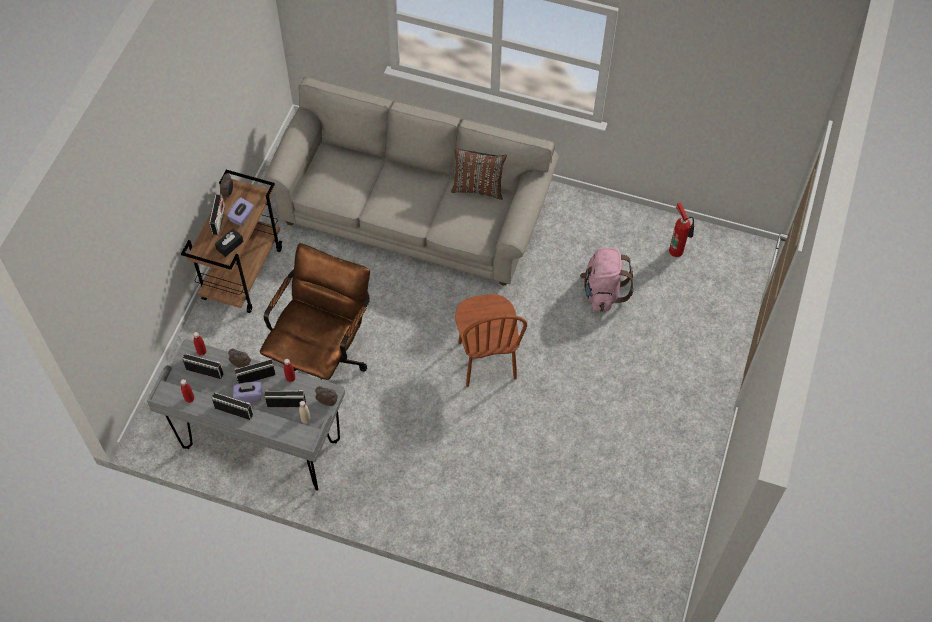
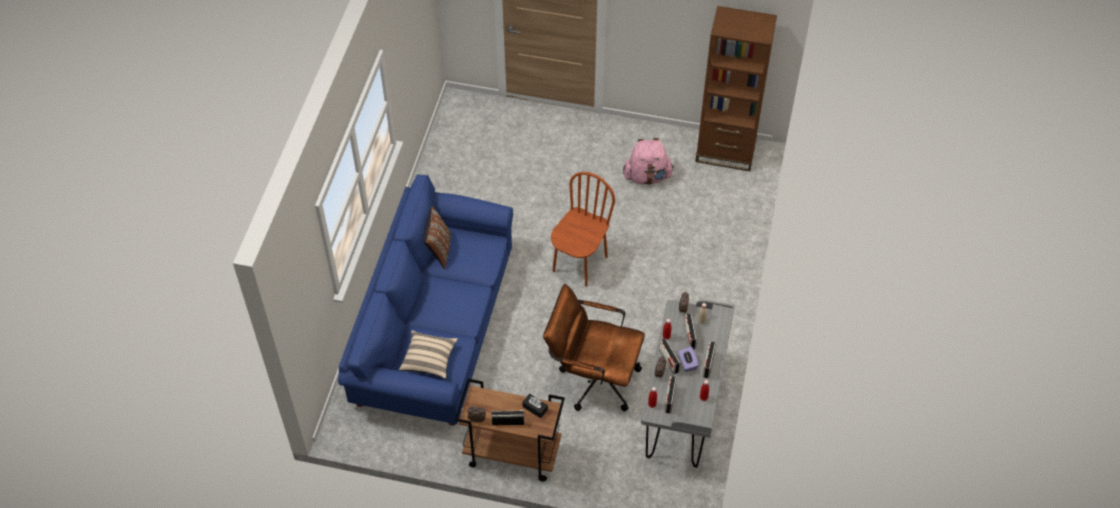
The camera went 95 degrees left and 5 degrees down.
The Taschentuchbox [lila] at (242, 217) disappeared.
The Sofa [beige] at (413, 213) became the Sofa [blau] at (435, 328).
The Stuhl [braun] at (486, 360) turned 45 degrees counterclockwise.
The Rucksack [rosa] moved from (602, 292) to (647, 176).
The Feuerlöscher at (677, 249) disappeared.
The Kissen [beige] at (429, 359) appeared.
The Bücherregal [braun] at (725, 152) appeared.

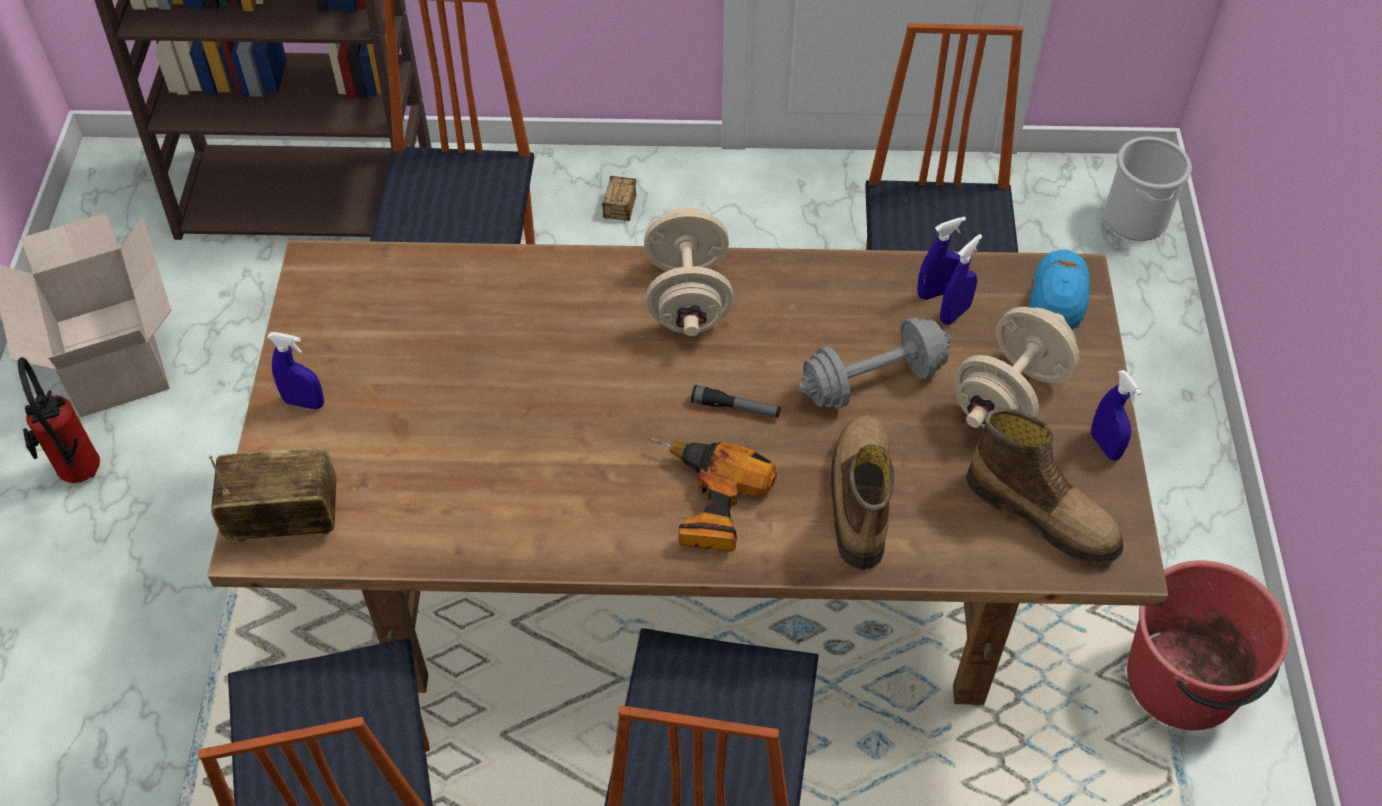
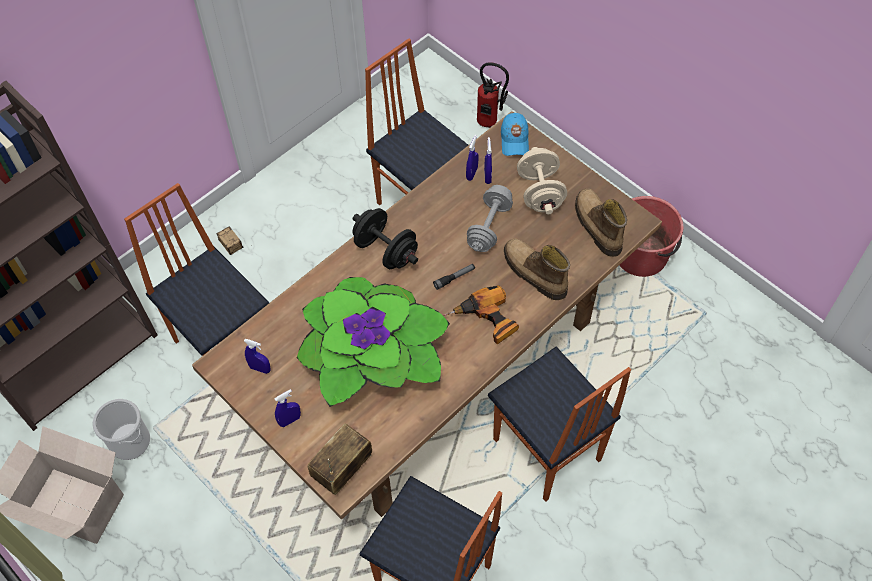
The camera went 45 degrees left and 5 degrees up.
The Feuerlöscher moved from (79, 477) to (489, 124).
The Hantel [beige] at (688, 298) became the Hantel [schwarz] at (386, 251).
The Stiefel at (1043, 513) turned 105 degrees counterclockwise.
The Kappe [blau] at (1059, 296) turned 150 degrees counterclockwise.
The Sprühflasche [blau] moved from (1105, 446) to (260, 368).
The Eimer moved from (1136, 219) to (130, 441).
The Topfpflanze at (372, 357) appeared.

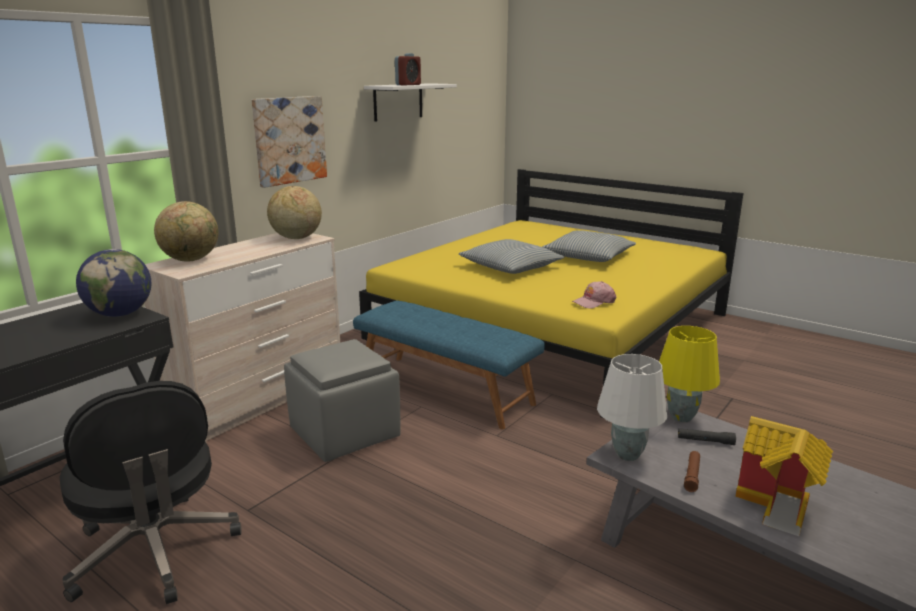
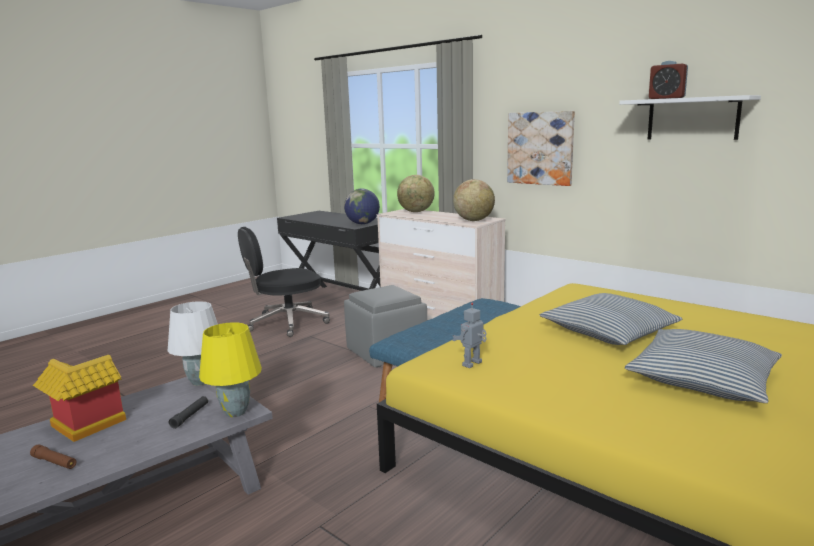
The camera went 95 degrees right and 5 degrees down.
The Kappe [rosa] at (594, 302) was replaced by the Spielzeugroboter at (473, 364).
The Taschenlampe [braun] moved from (692, 475) to (54, 462).

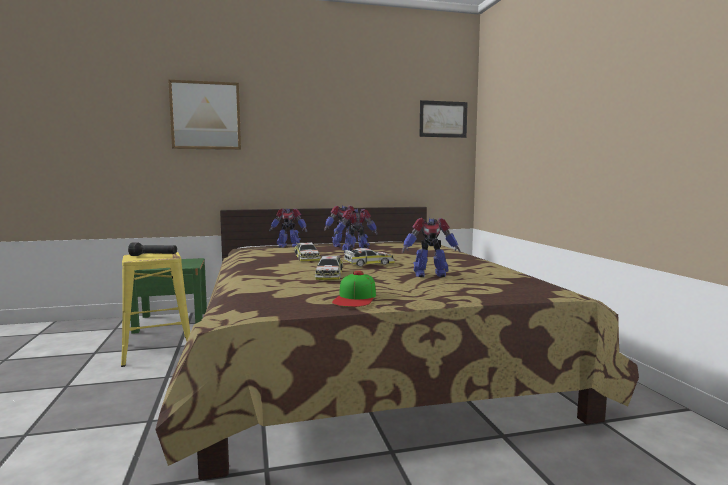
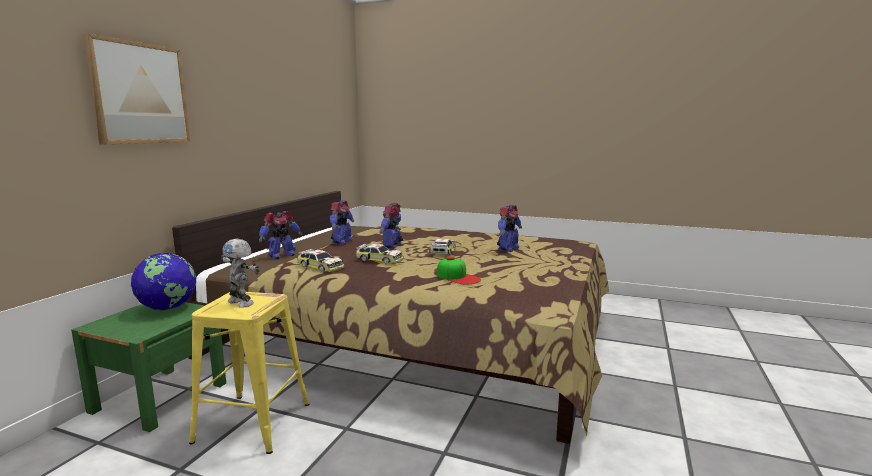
The camera went 55 degrees left and 5 degrees up.
The Taschenlampe [schwarz] at (153, 256) was replaced by the Spielzeugroboter at (242, 302).
The Spielzeugauto moved from (329, 275) to (321, 267).
The Kappe moved from (355, 298) to (457, 277).
The Bild at (443, 119) disappeared.
The Globus at (168, 308) appeared.

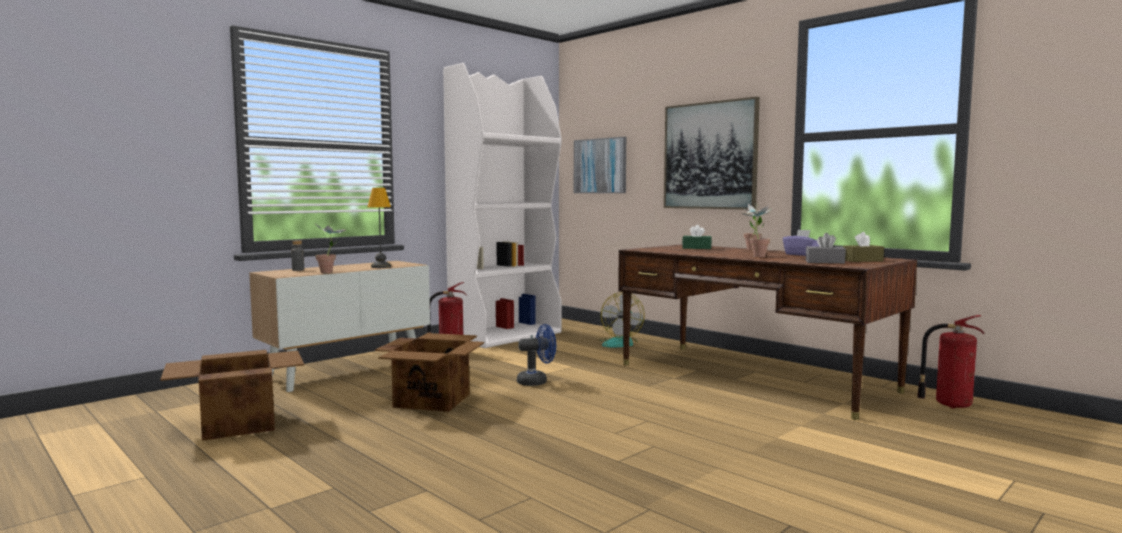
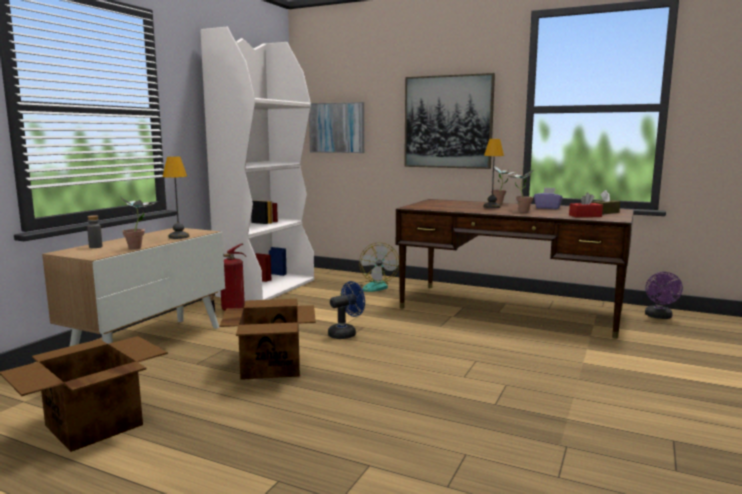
The camera went 20 degrees left and 5 degrees up.
The Taschentuchbox [grün] at (696, 248) disappeared.
The Taschentuchbox [grau] at (824, 262) became the Taschentuchbox [rot] at (585, 216).
The Feuerlöscher at (950, 404) was replaced by the Ventilator [lila] at (659, 317).
The Tischlampe at (491, 207) appeared.

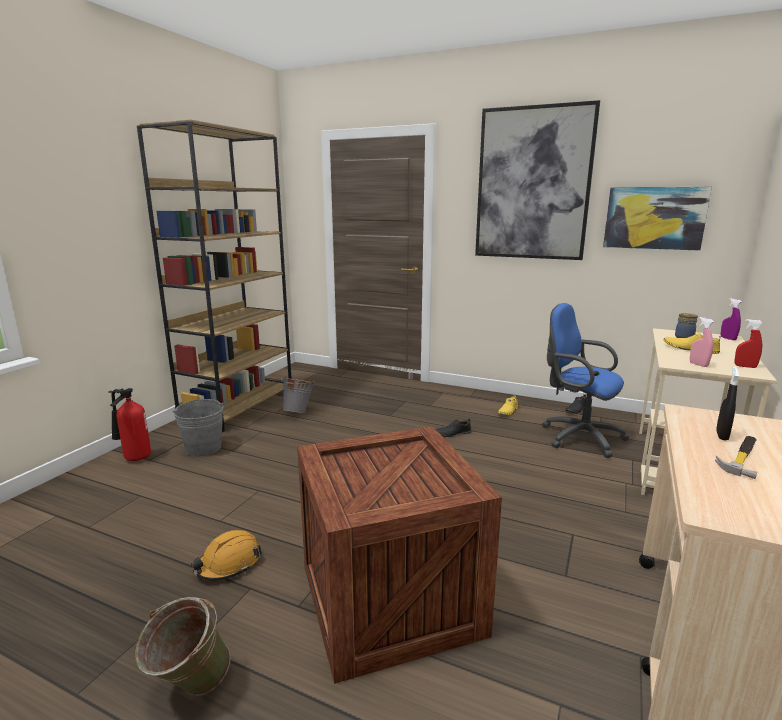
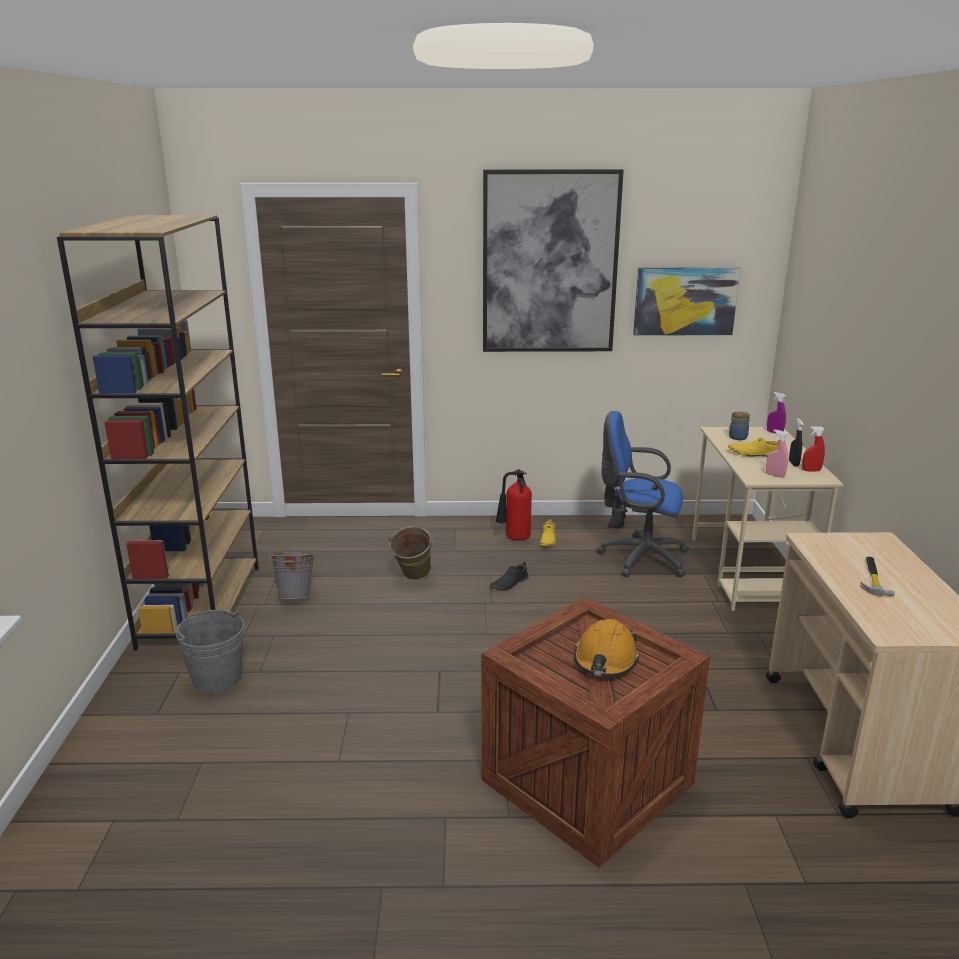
The camera went 25 degrees left and 5 degrees up.
The Feuerlöscher moved from (133, 458) to (514, 539).
The Eimer [grün] moved from (189, 688) to (412, 579).
The Schutzhelm [orange] moved from (228, 564) to (605, 660).
The Sprühflasche [schwarz] moved from (722, 435) to (793, 463).

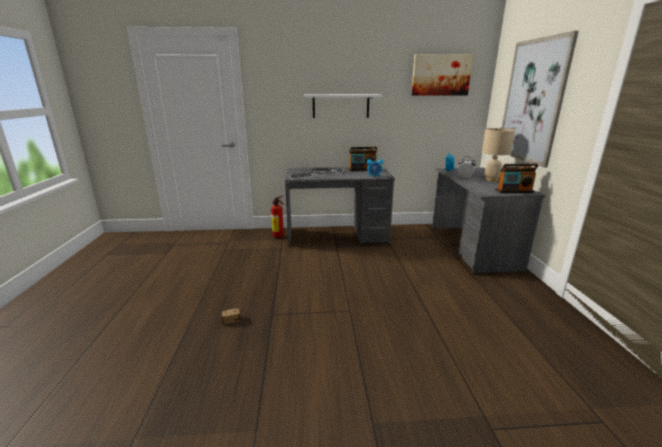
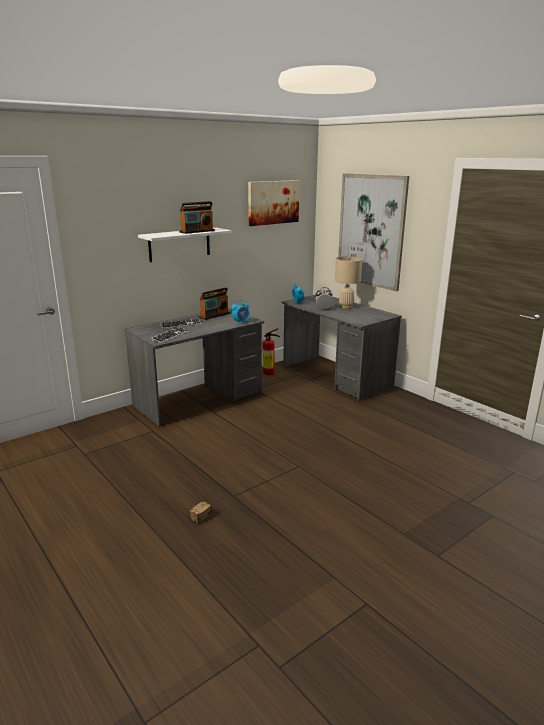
The camera went 35 degrees left and 0 degrees up.
The Feuerlöscher moved from (279, 236) to (270, 373).
The Radio moved from (514, 191) to (197, 231).

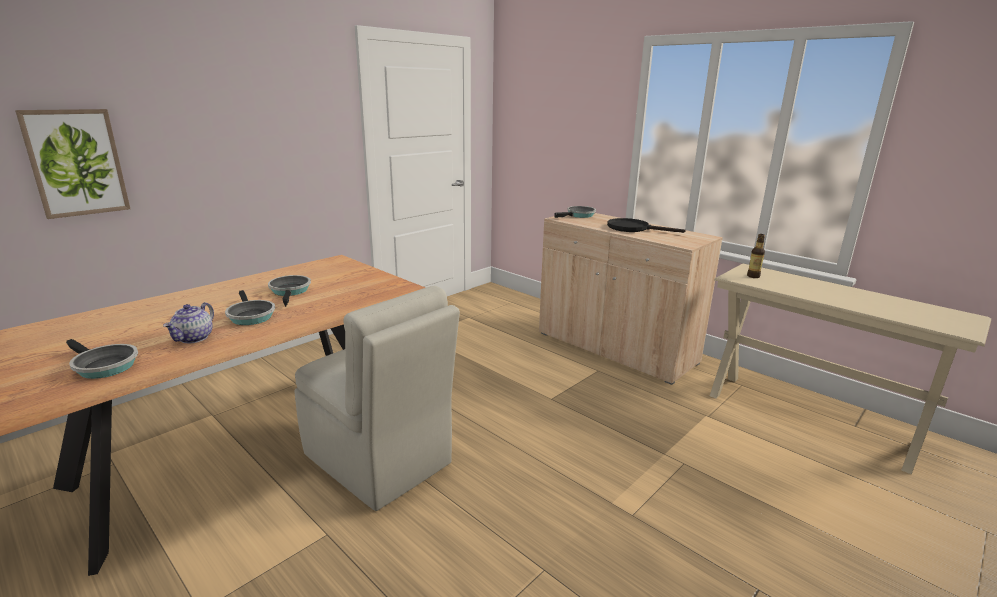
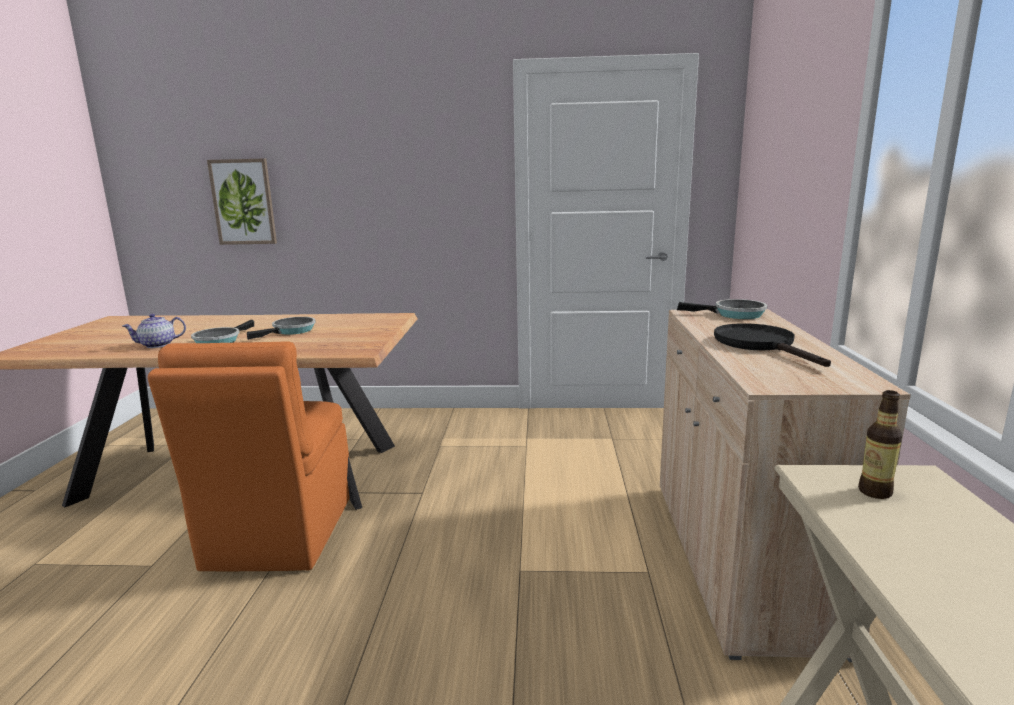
The camera went 50 degrees right and 5 degrees down.
The Pfanne at (103, 366) disappeared.
The Stuhl [beige] at (379, 461) became the Stuhl [orange] at (279, 532).

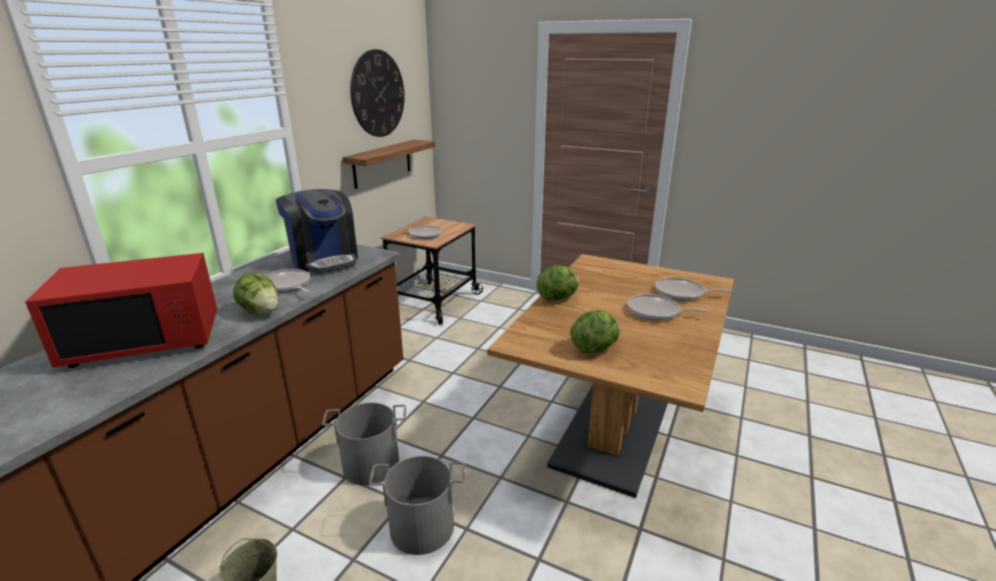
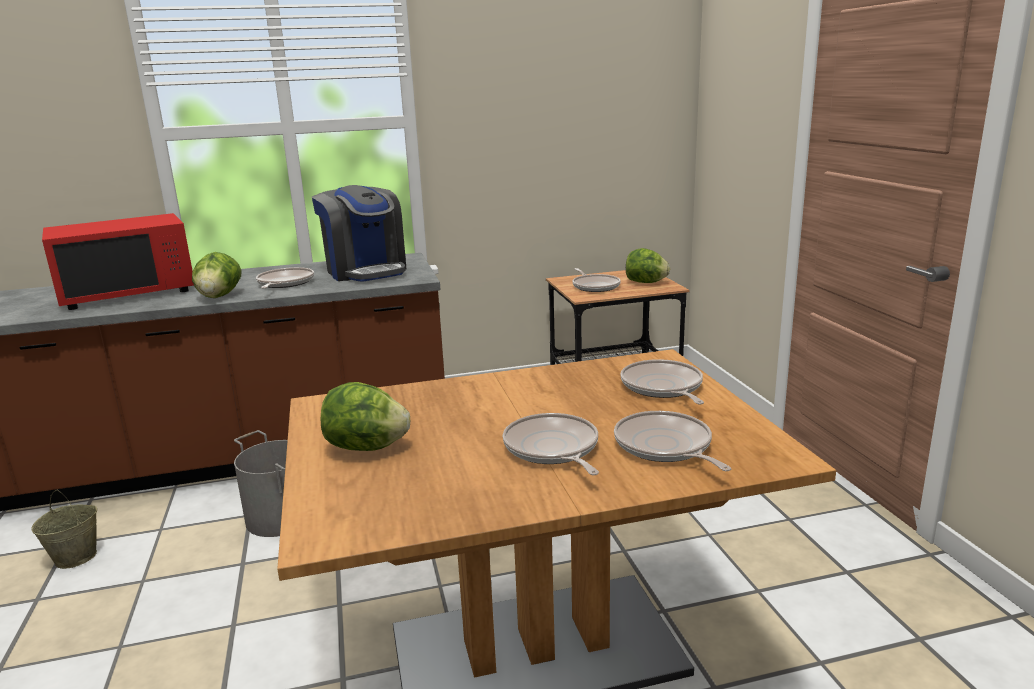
The camera went 50 degrees right and 5 degrees down.
The Mikrowelle [rot] at (146, 341) turned 60 degrees counterclockwise.
The Kaffeemaschine at (324, 260) turned 45 degrees counterclockwise.
The Wandregal at (382, 163) disappeared.
The Wanduhr at (378, 94) disappeared.
The Eimer [grau] at (422, 528) disappeared.
The Salatkopf moved from (558, 298) to (646, 282).
The Pfanne at (662, 387) appeared.

